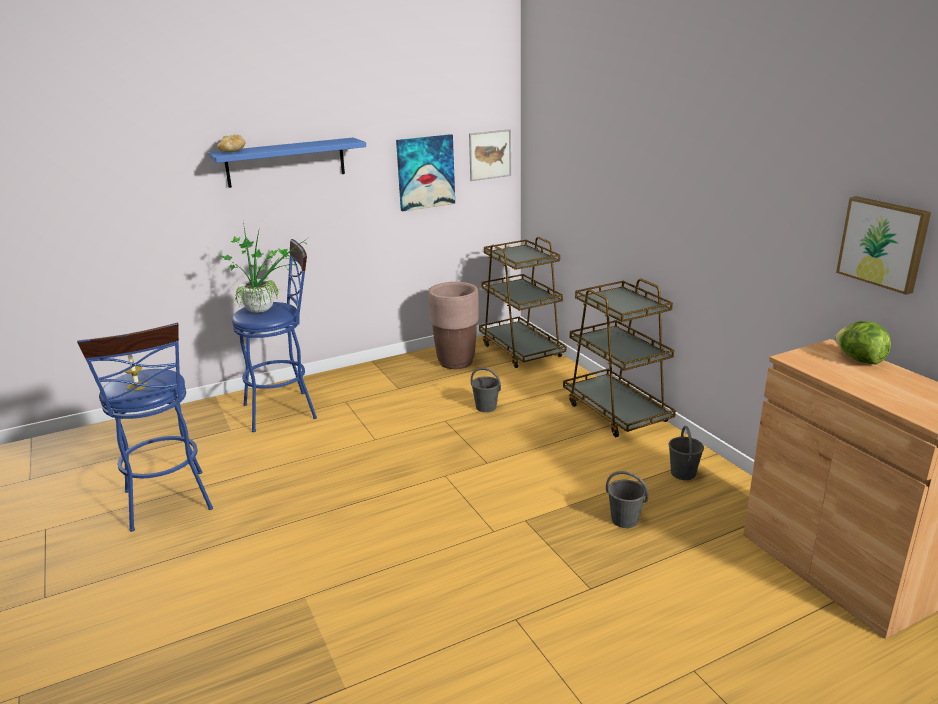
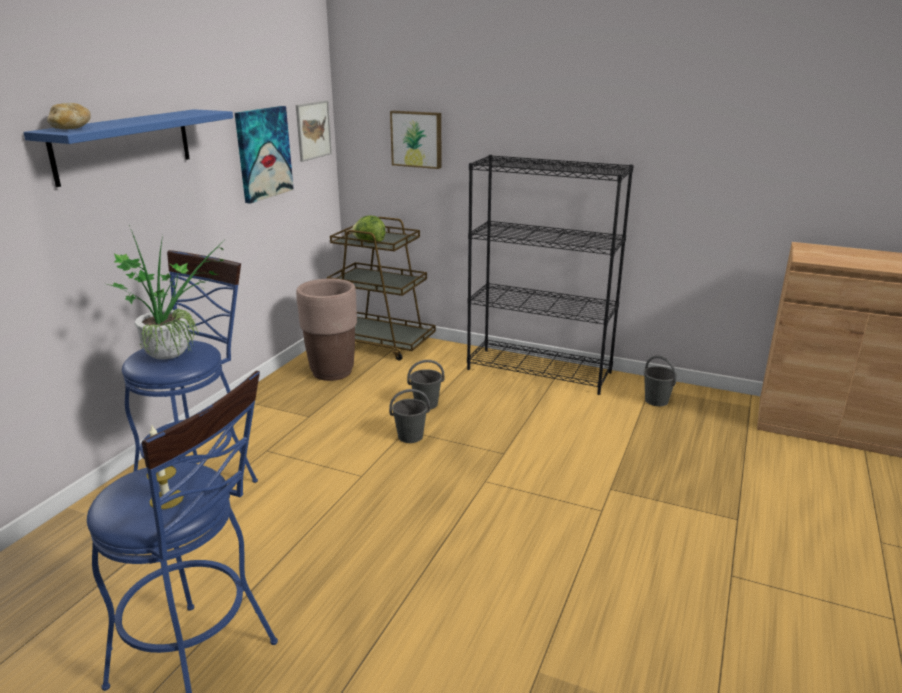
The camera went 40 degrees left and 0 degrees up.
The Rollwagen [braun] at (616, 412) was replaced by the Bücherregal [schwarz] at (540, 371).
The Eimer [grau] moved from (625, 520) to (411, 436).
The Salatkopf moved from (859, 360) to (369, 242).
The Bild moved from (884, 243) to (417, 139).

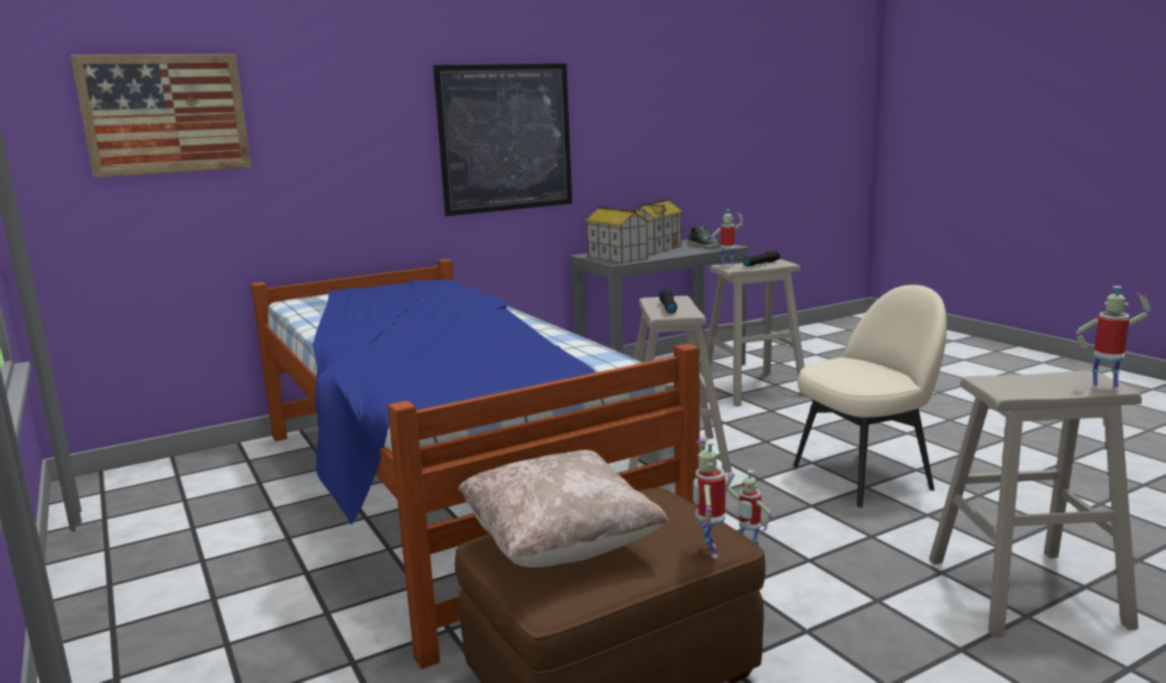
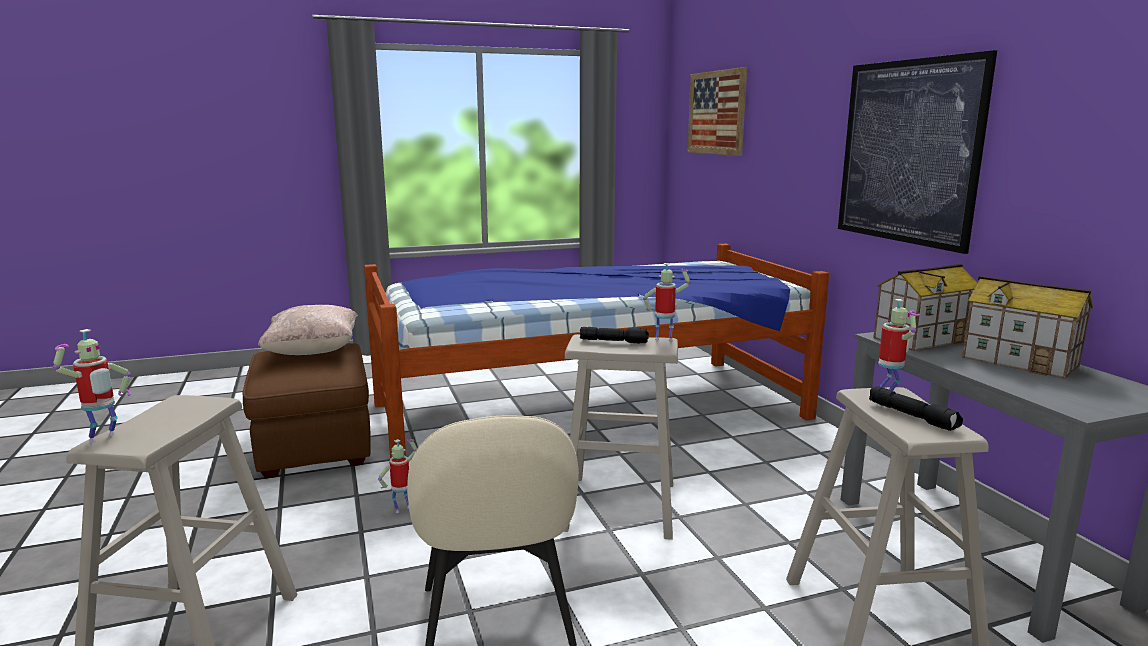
The camera went 100 degrees right and 0 degrees up.
The Schuh at (705, 246) disappeared.
The Spielzeugroboter moved from (709, 551) to (664, 339).

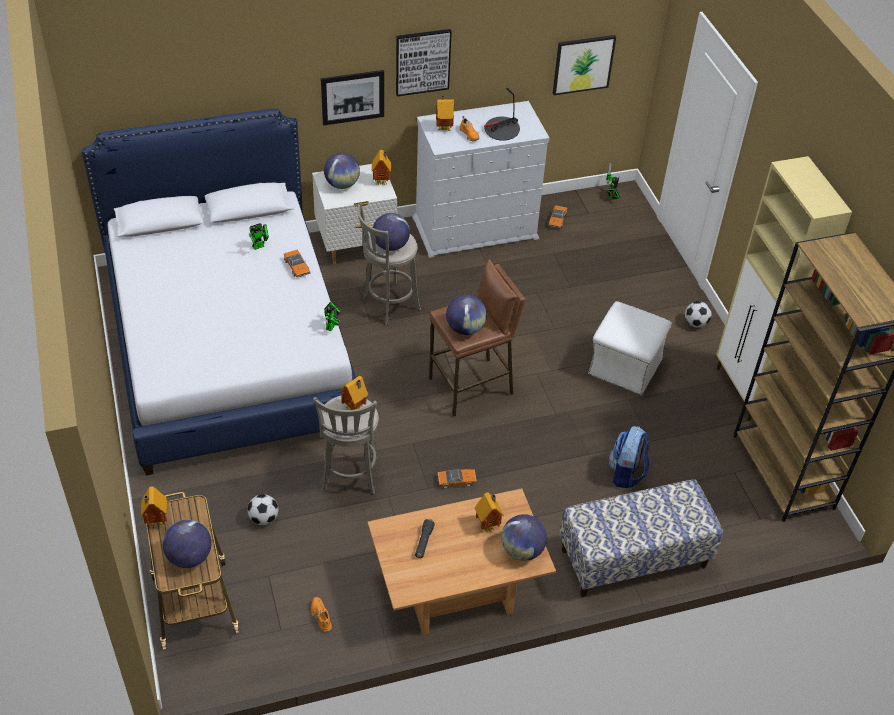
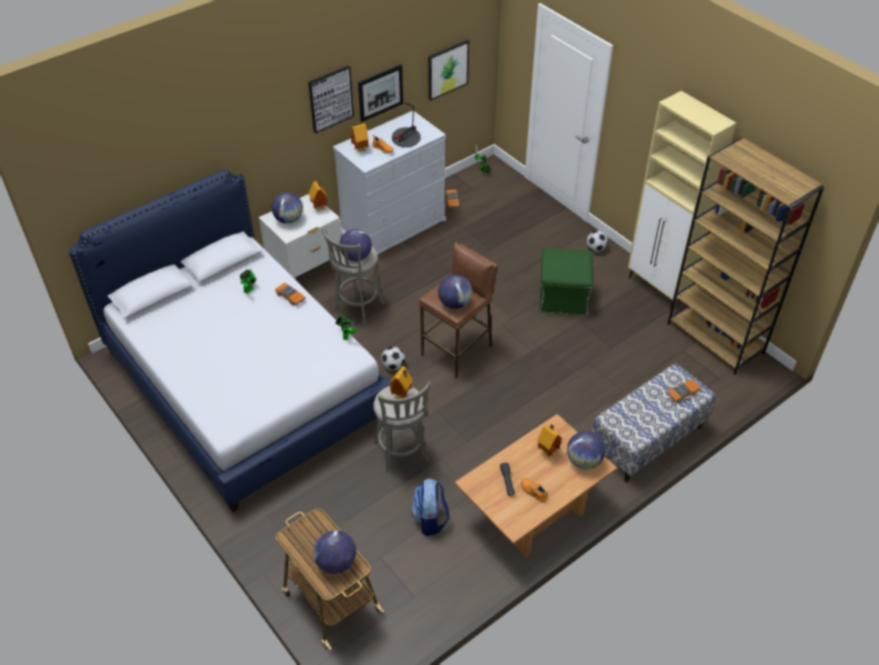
The camera went 20 degrees left and 0 degrees up.
The Spielzeughaus at (156, 522) disappeared.
The Fußball moved from (264, 518) to (393, 366).
The Schuh [orange] moved from (320, 617) to (533, 492).
The Bild moved from (352, 97) to (380, 92).
The Spielzeugauto moved from (456, 481) to (683, 393).
The Polsterhocker [weiß] at (624, 366) became the Polsterhocker [grün] at (562, 298).
The Rucksack moved from (626, 473) to (430, 520).

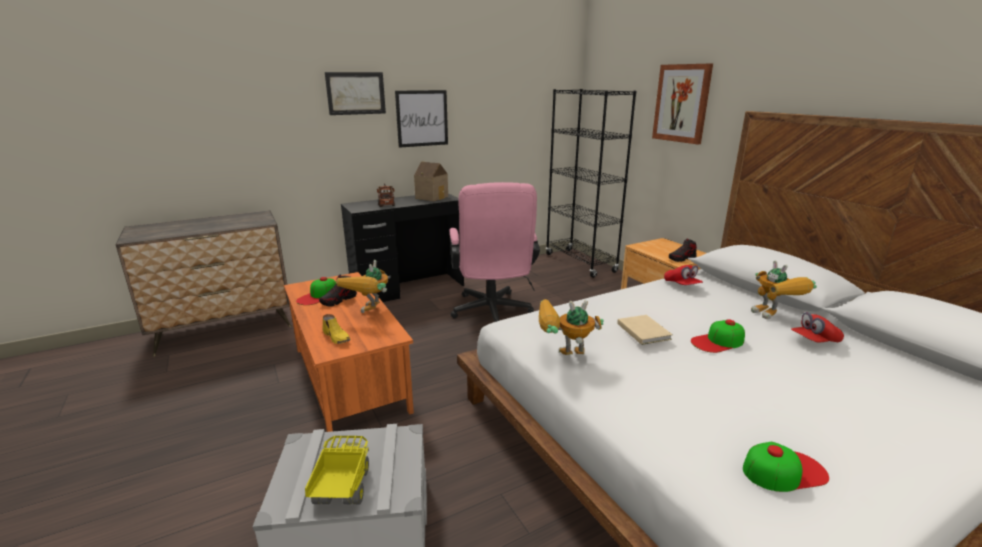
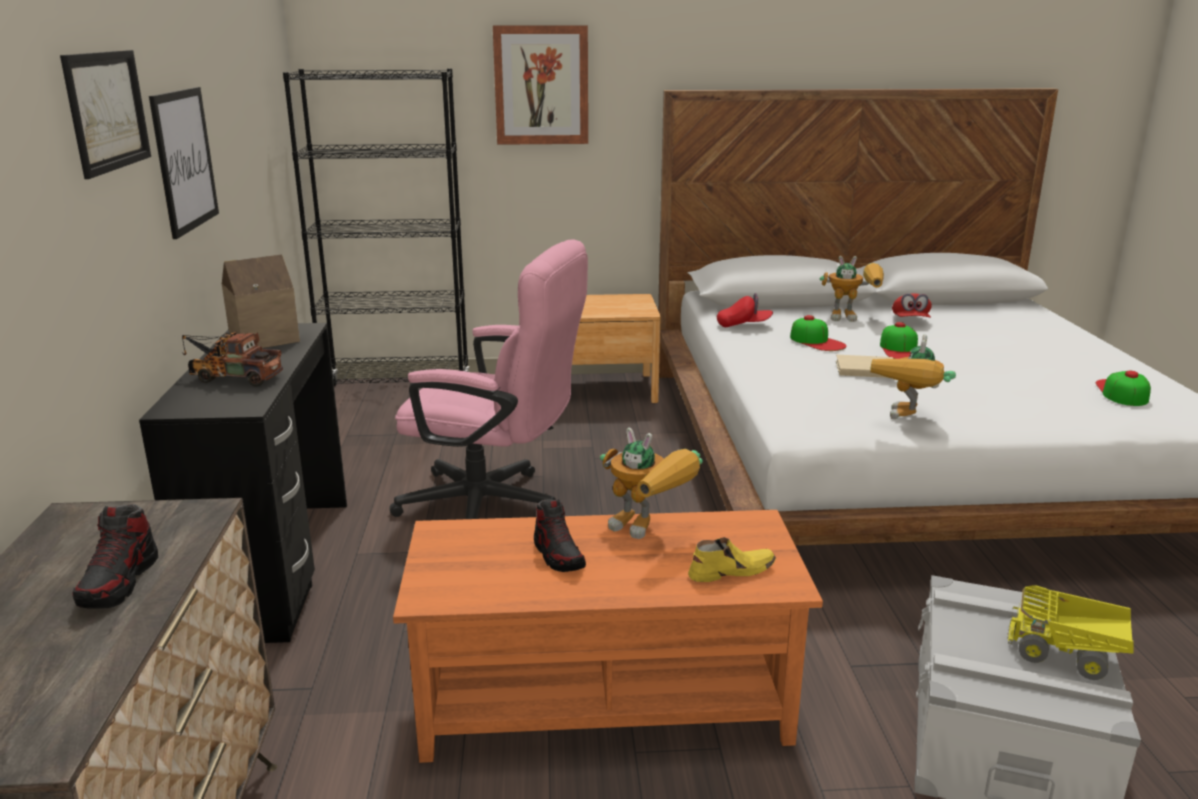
The camera went 65 degrees left and 0 degrees up.
The Kappe moved from (318, 296) to (817, 341).
The Schuh moved from (682, 259) to (119, 582).

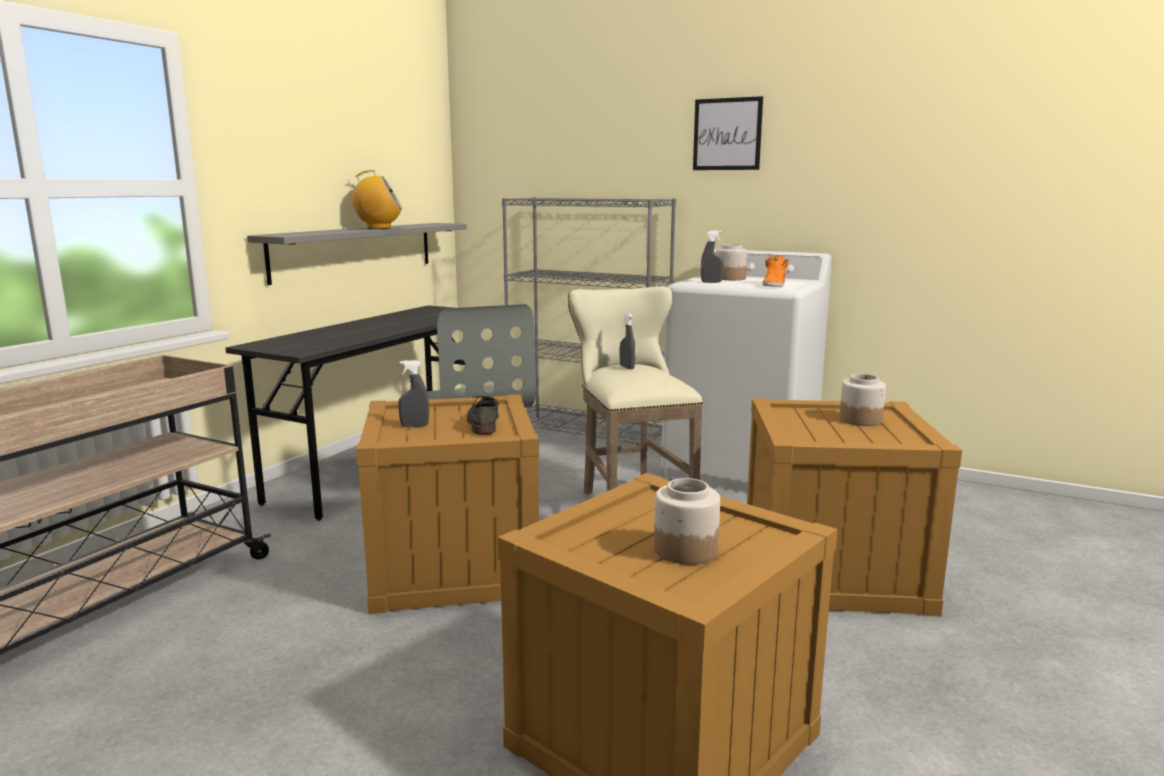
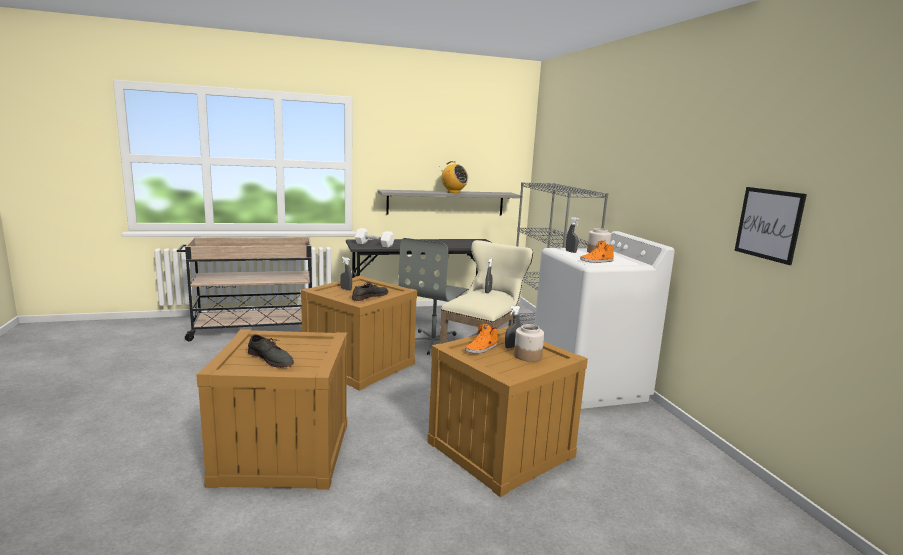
The camera went 45 degrees right and 0 degrees up.
The Vorratsglas at (684, 550) was replaced by the Schuh [grau] at (271, 358).
The Bild moved from (727, 134) to (768, 224).
The Hantel [weiß] at (374, 244) appeared.
The Schuh [orange] at (482, 348) appeared.
The Sprühflasche [grau] at (511, 347) appeared.

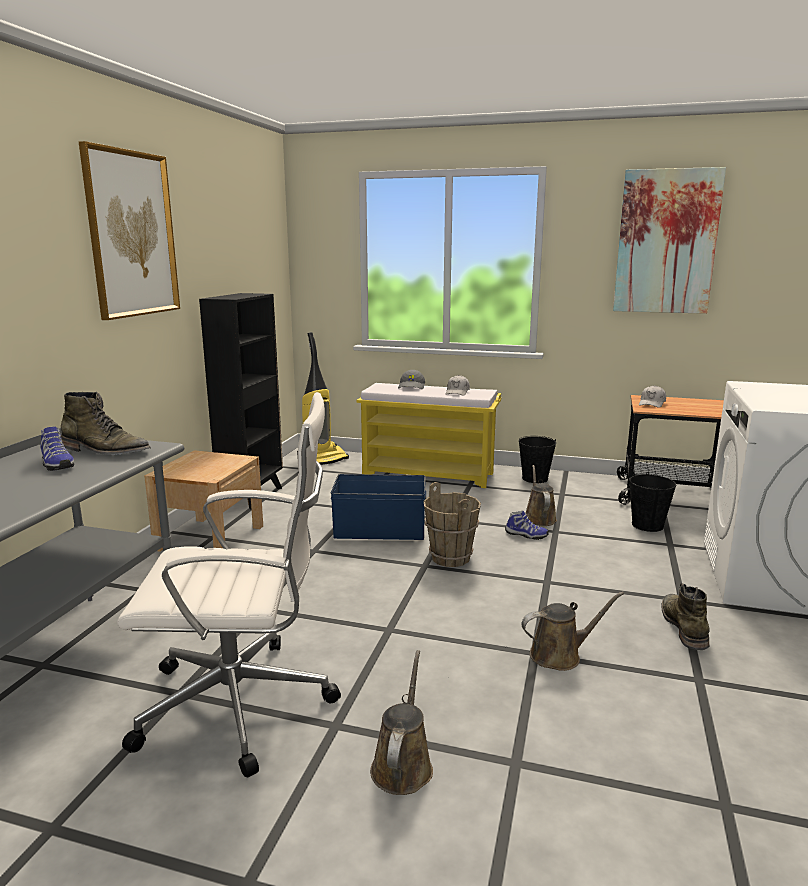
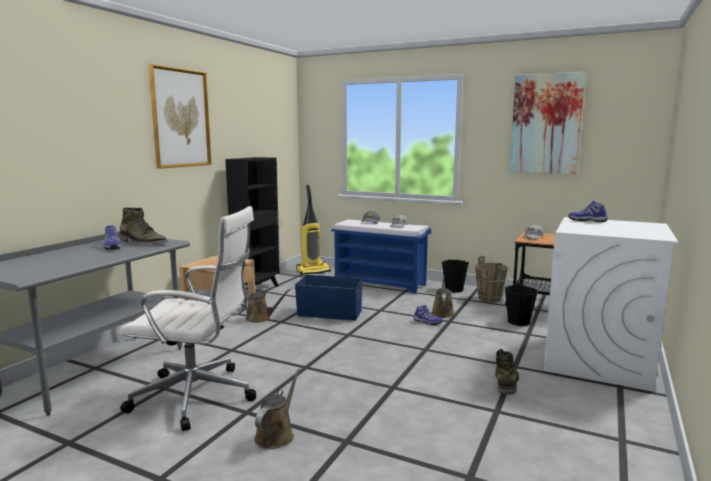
The camera went 10 degrees right and 5 degrees down.
The Bank [gelb] at (429, 474) became the Bank [blau] at (381, 283).
The Eimer [braun] moved from (451, 558) to (489, 298).
The Gießkanne [braun] moved from (560, 655) to (261, 318).
The Schuh at (587, 221) appeared.

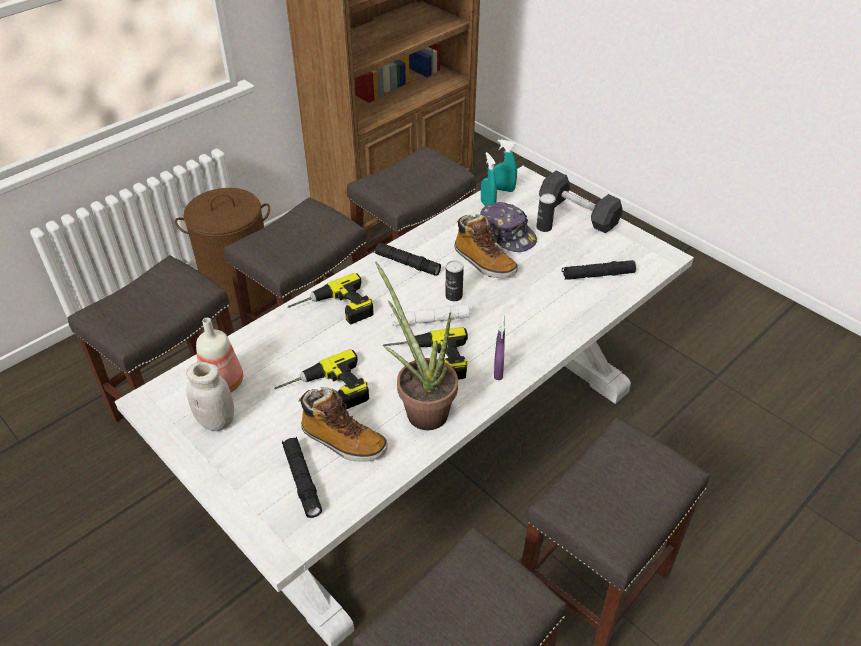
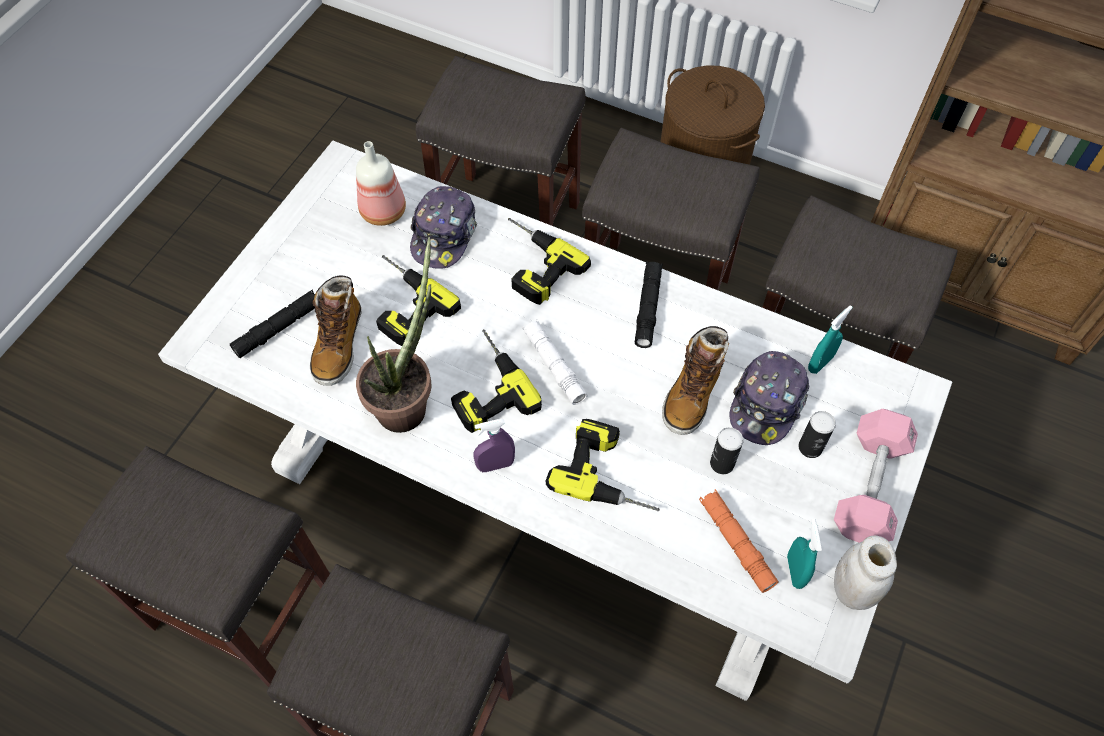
The camera went 70 degrees right and 15 degrees up.
The Vorratsglas [weiß] moved from (217, 421) to (852, 590).
The Dose moved from (453, 296) to (722, 463).
The Sprühflasche [türkis] moved from (503, 189) to (795, 571).
The Hantel [schwarz] at (578, 214) became the Hantel [rosa] at (869, 486).
The Taschenlampe [schwarz] at (597, 275) became the Taschenlampe [orange] at (736, 543).
The Kappe at (444, 235) appeared.
The Bohrmaschine at (611, 472) appeared.

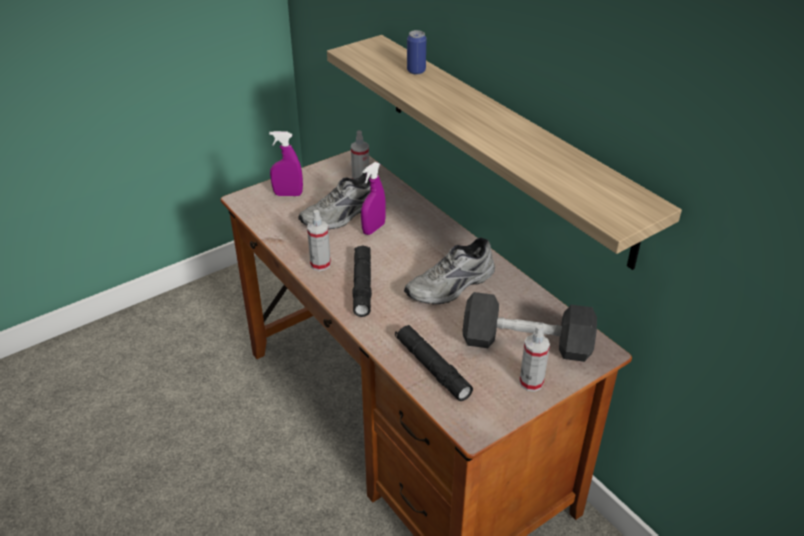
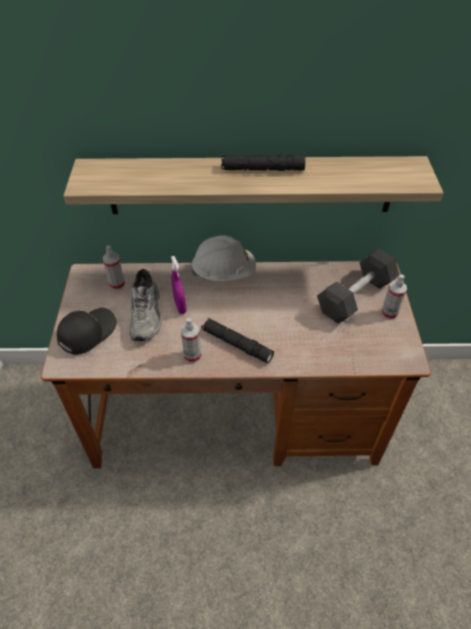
The camera went 55 degrees left and 10 degrees up.
The Sprühflasche [lila] at (288, 194) was replaced by the Kappe [schwarz] at (86, 333).
The Taschenlampe [schwarz] moved from (432, 367) to (262, 169).
The Schuh [grau] at (452, 287) disappeared.
The Dose at (416, 71) disappeared.
The Schutzhelm [weiß] at (224, 273) appeared.

